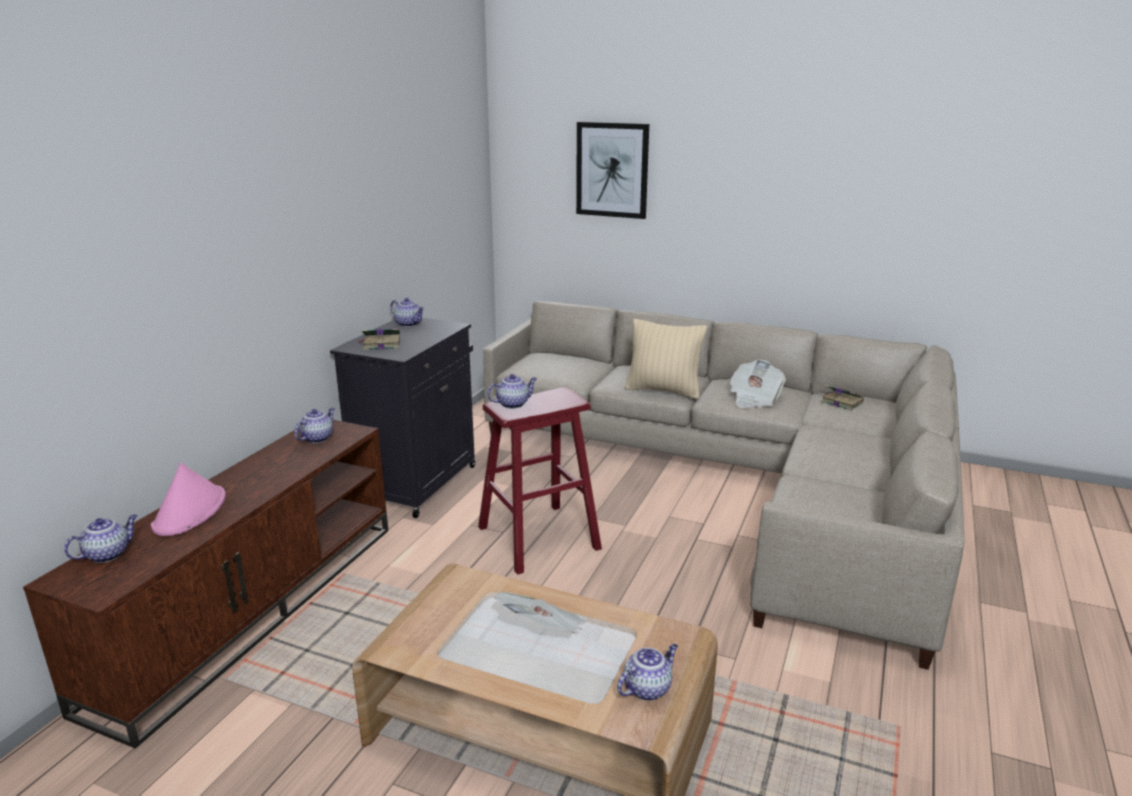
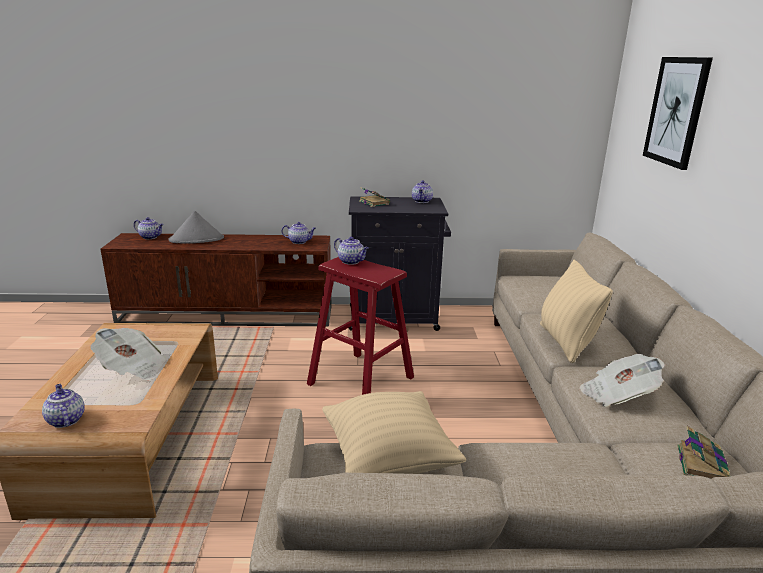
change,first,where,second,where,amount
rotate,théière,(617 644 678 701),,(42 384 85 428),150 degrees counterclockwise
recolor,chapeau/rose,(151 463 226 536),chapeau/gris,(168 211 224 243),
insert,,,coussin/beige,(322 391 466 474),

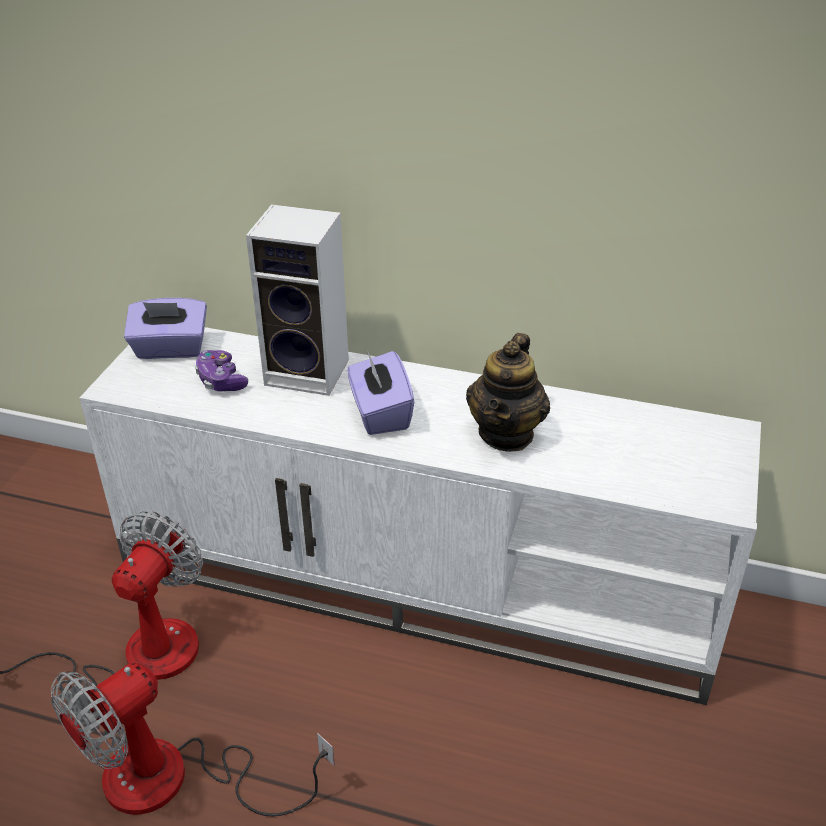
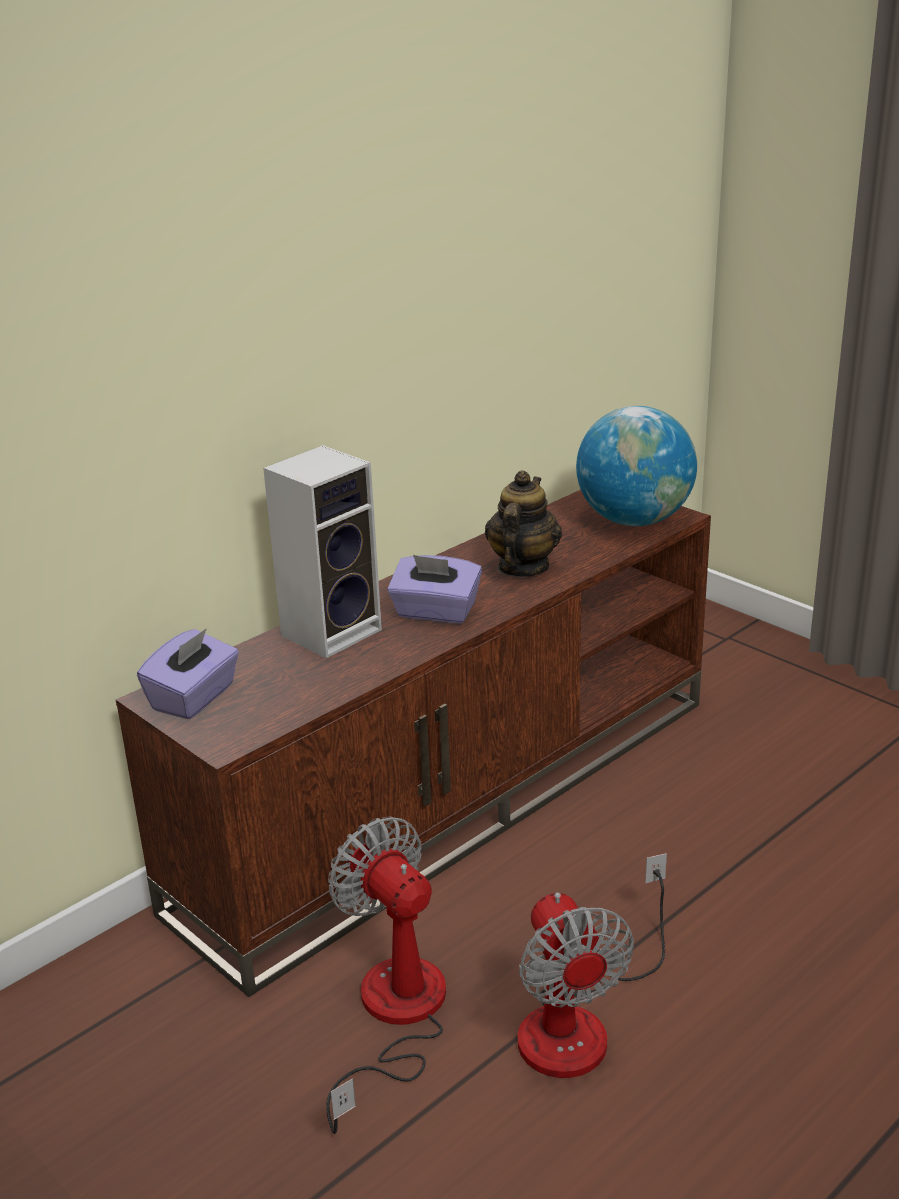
change,first,where,second,where,amount
recolor,meuble télé/blanc,(79 327 761 705),meuble télé/marron,(116 490 711 997),
rotate,théière,(466 333 550 452),,(485 470 562 577),120 degrees counterclockwise
insert,,,globe,(576 406 697 526),
delete,manette,(195 350 248 392),,,

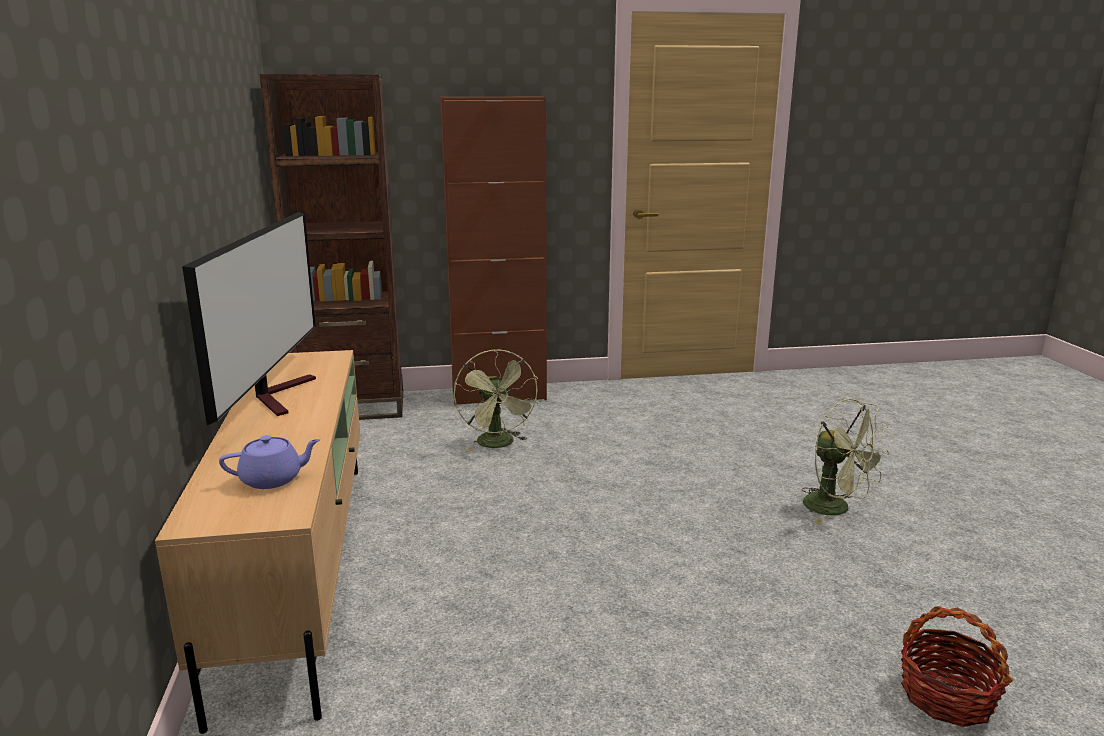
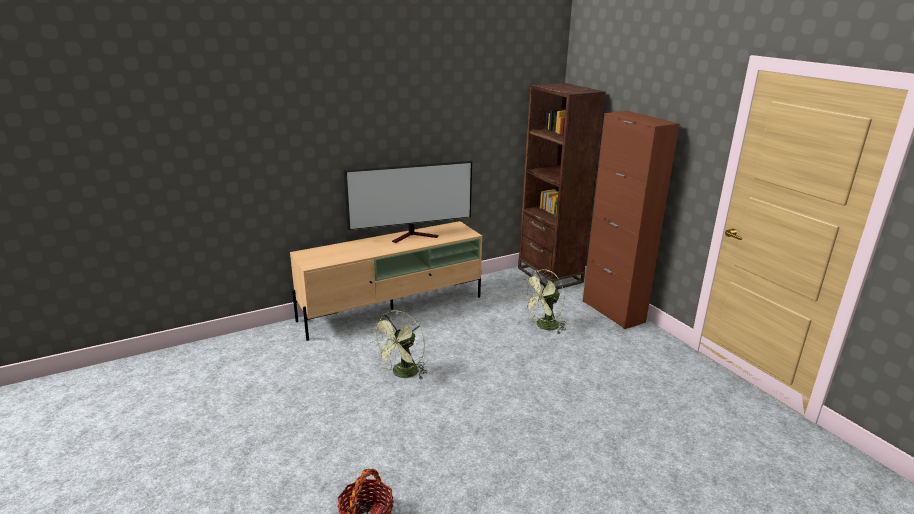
change,first,where,second,where,amount
move,ventilateur/vert,(802 398 889 524),,(370 310 426 380),
delete,théière/violet,(219 435 321 489),,,

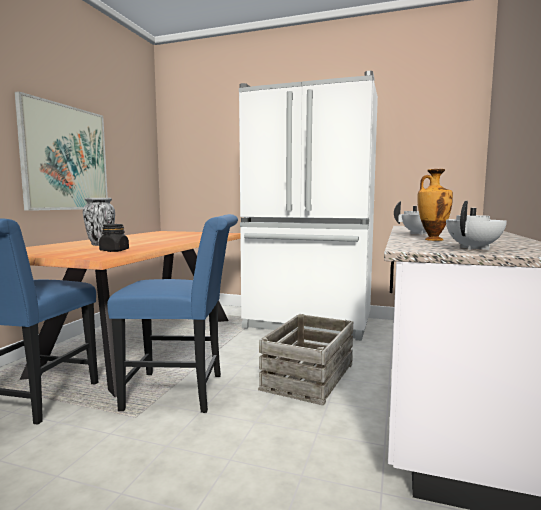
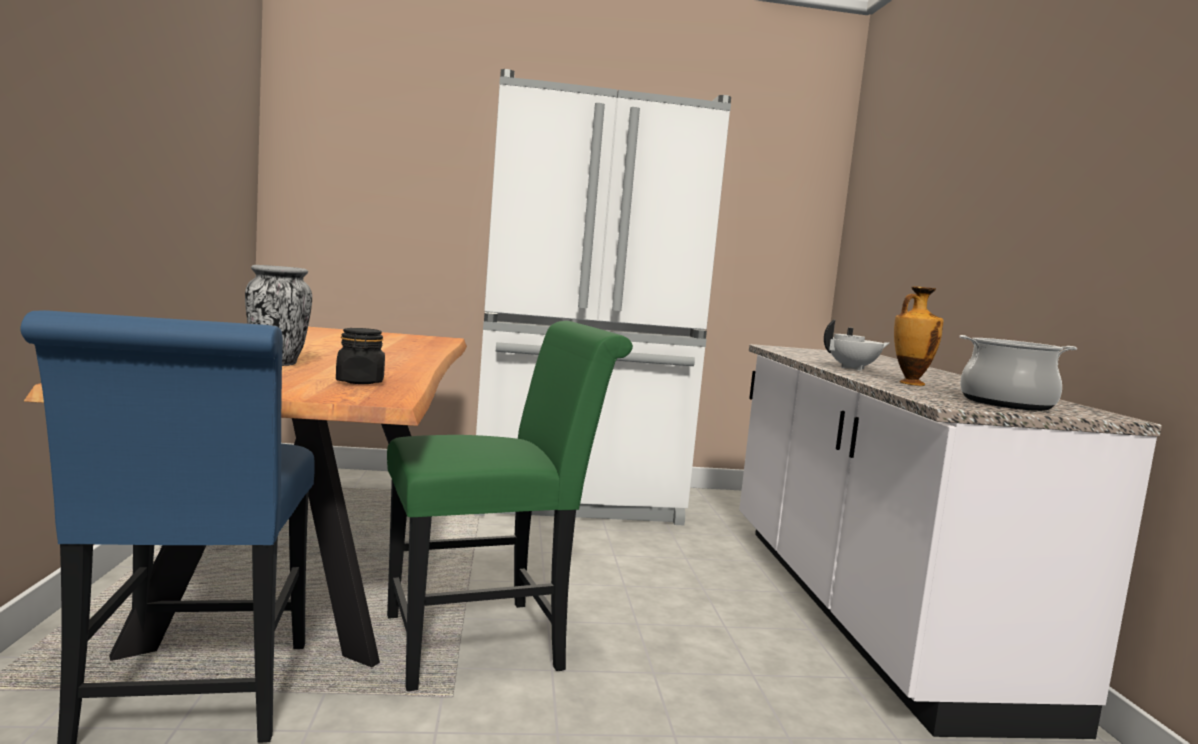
change,first,where,second,where,amount
recolor,chaise/bleu,(107 214 238 413),chaise/vert,(387 321 633 691),
replace,théière/blanc,(446 201 507 250),marmite,(959 335 1077 411),
delete,tableau,(14 91 108 211),,,
delete,caisse,(258 314 353 406),,,

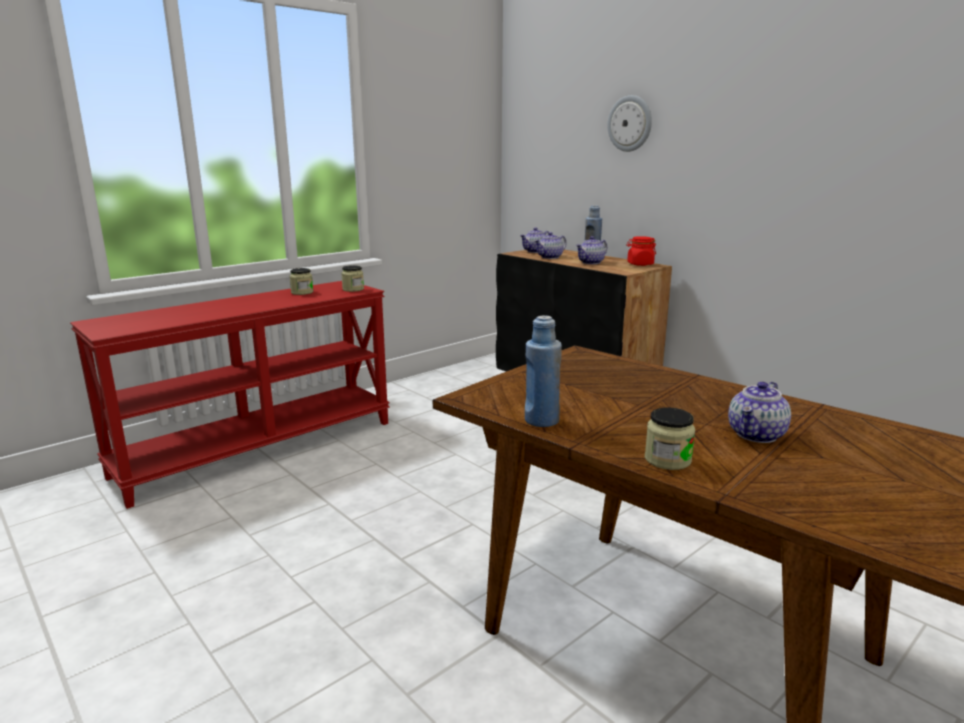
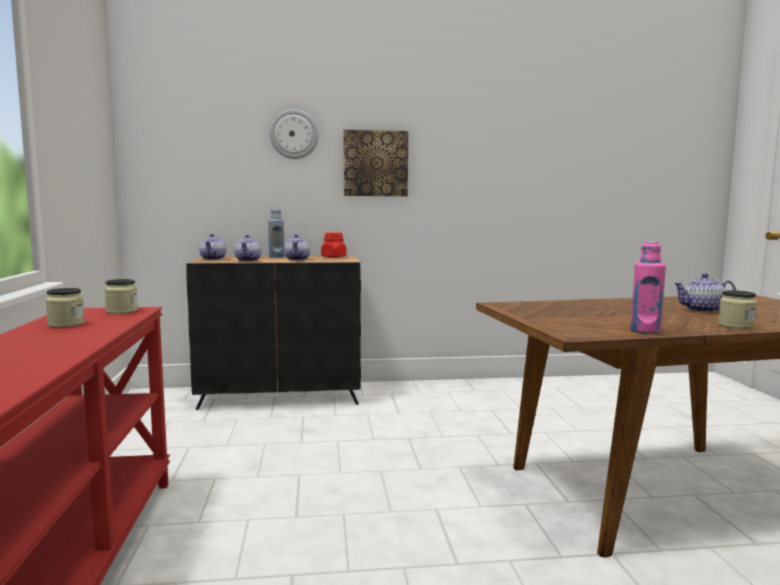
change,first,where,second,where,amount
insert,,,tableau,(344 130 408 196),
recolor,bouteille/bleu,(525 316 562 427),bouteille/rose,(630 242 666 334),
rotate,théière,(728 382 791 443),,(673 273 736 313),105 degrees clockwise

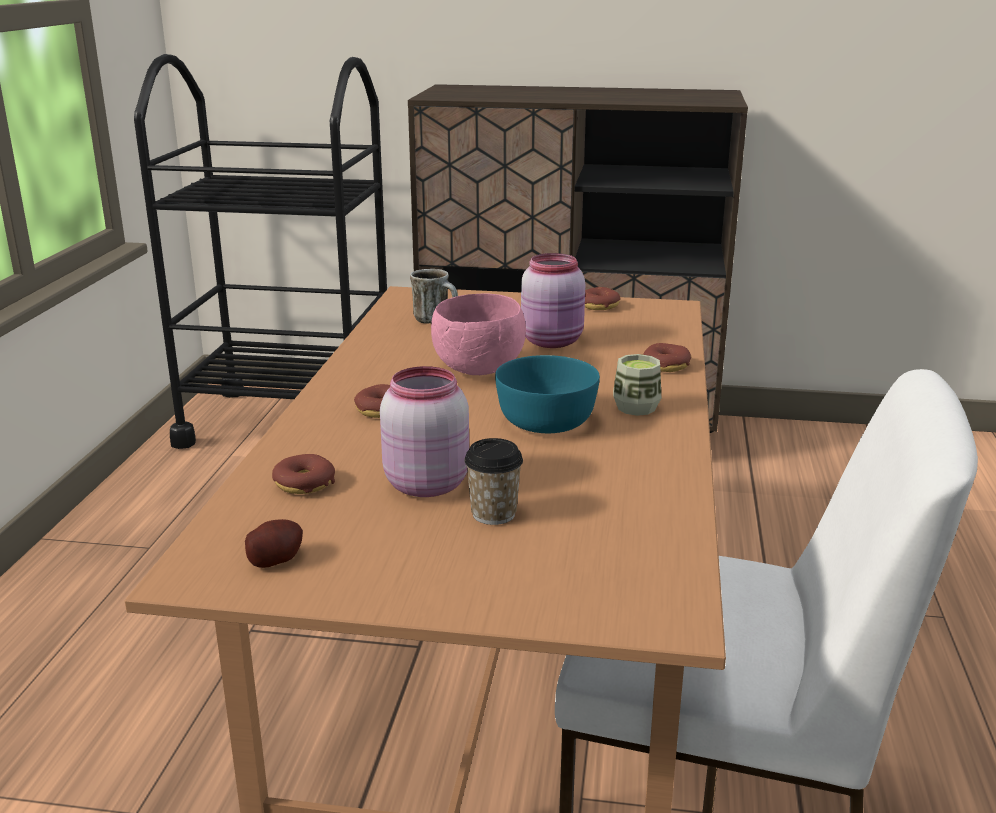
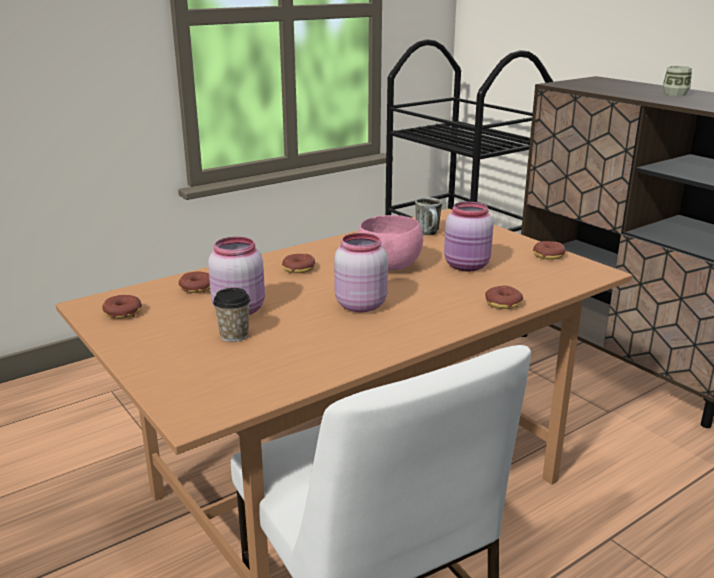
change,first,where,second,where,amount
replace,pomme de terre,(245 519 303 568),beignet,(102 295 142 319),
replace,bol/turquoise,(495 355 600 433),bocal/rose,(334 233 388 312),
move,tasse,(613 354 661 416),,(663 66 692 96),

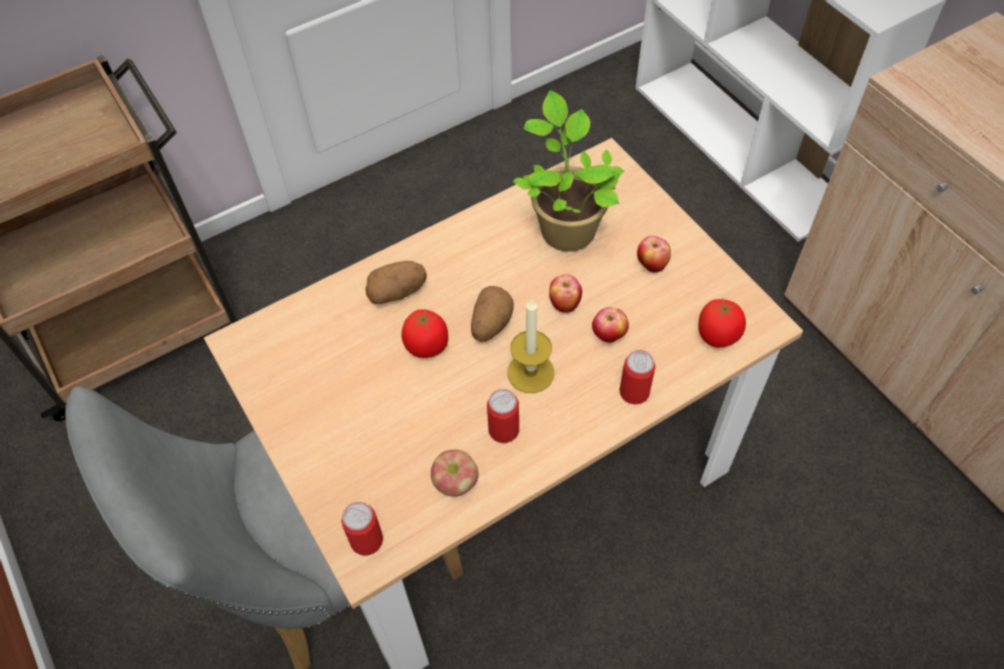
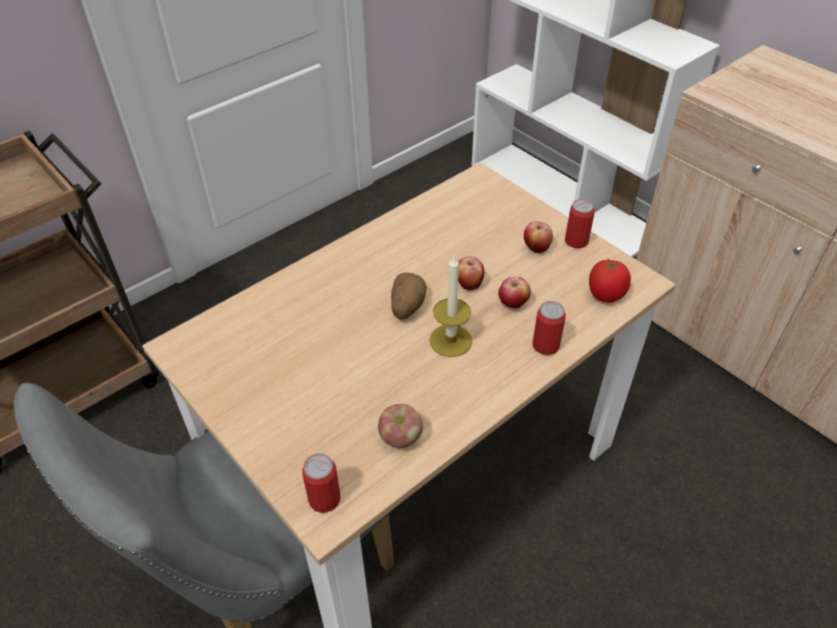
change,first,where,second,where,amount
move,boîte métallique,(487 389 519 443),,(565 199 595 248),
delete,pomme de terre,(365 261 427 304),,,
delete,tomate,(401 309 448 358),,,
delete,plante en pot,(513 90 624 251),,,

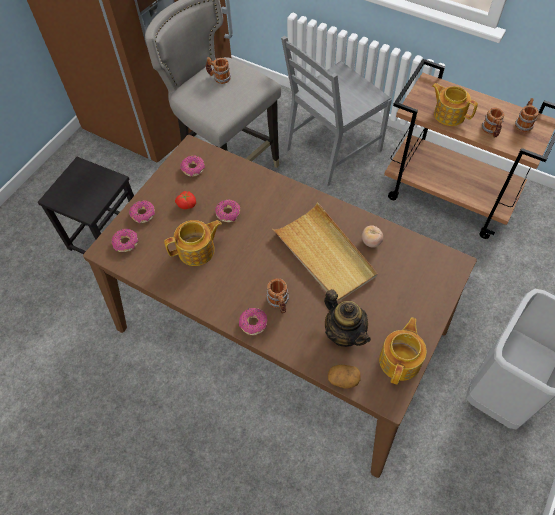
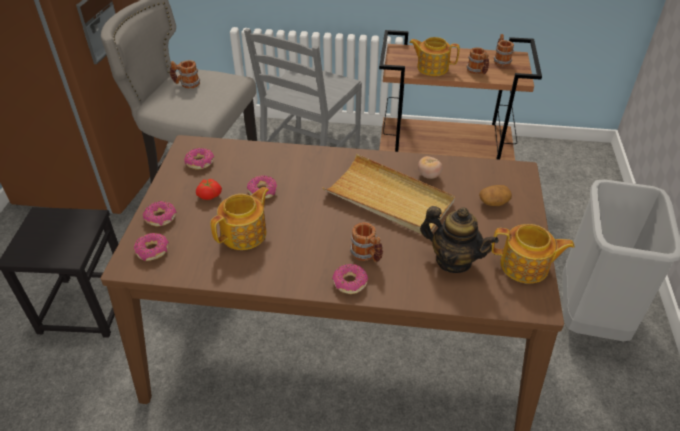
change,first,where,second,where,amount
move,pomme de terre,(328 365 361 389),,(479 185 512 206),
rotate,théière,(379 317 426 385),,(492 224 575 284),105 degrees clockwise

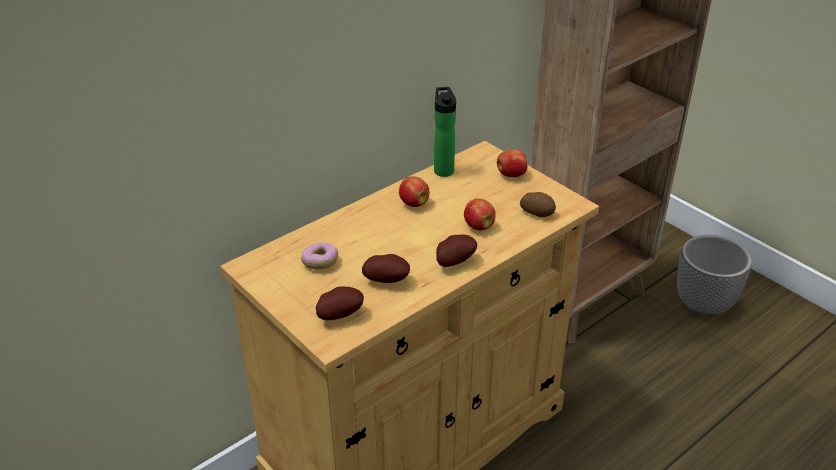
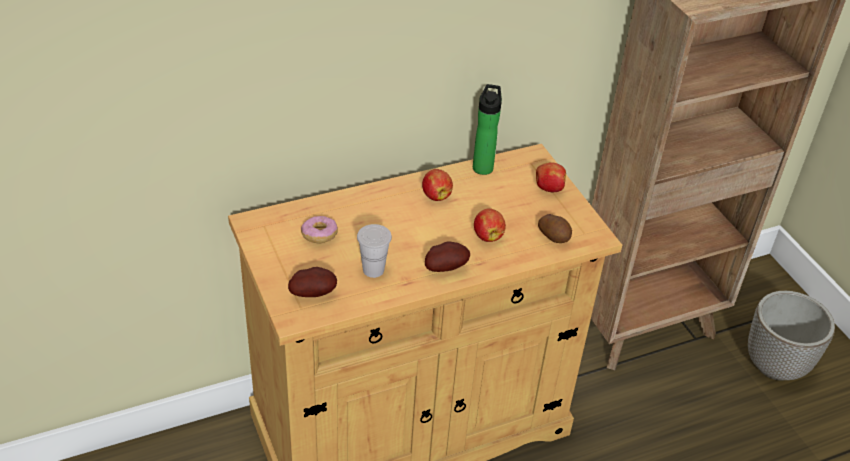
change,first,where,second,where,amount
replace,pomme de terre,(362 254 410 283),tasse/blanc,(357 224 392 278),

